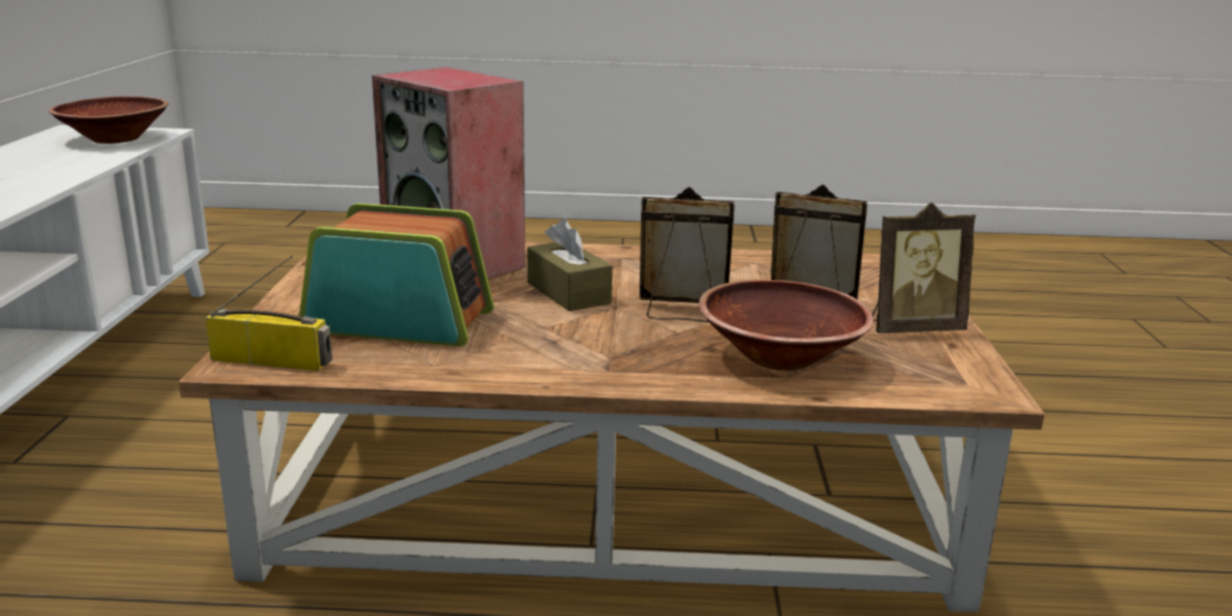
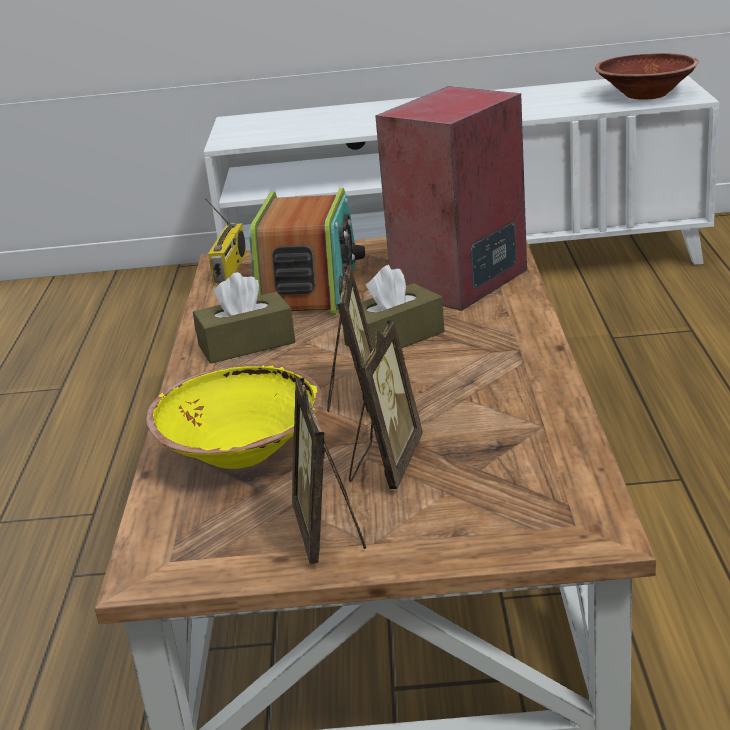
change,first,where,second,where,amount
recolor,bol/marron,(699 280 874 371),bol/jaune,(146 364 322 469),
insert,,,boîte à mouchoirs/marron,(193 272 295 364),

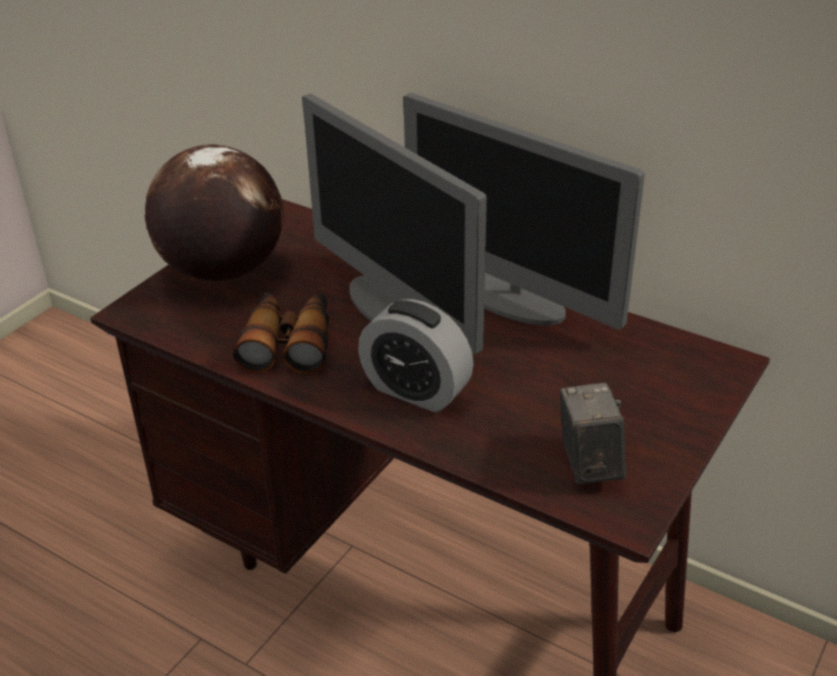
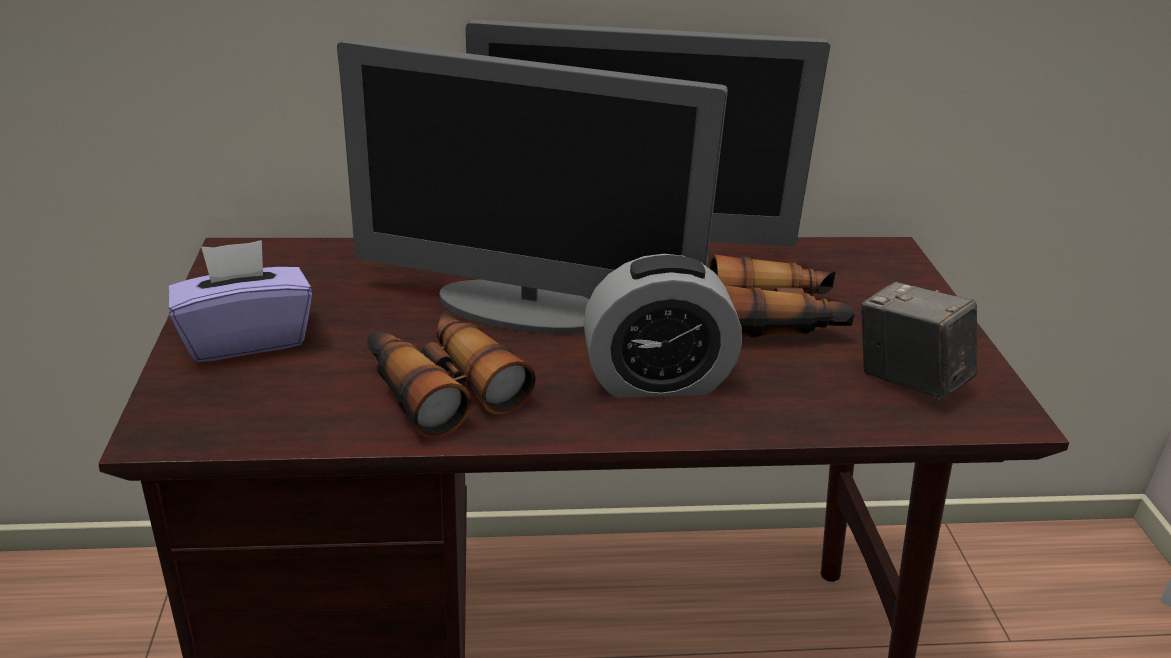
change,first,where,second,where,amount
replace,globe,(145 144 284 282),boîte à mouchoirs/violet,(168 240 312 362),
insert,,,jumelles,(710 254 855 338),

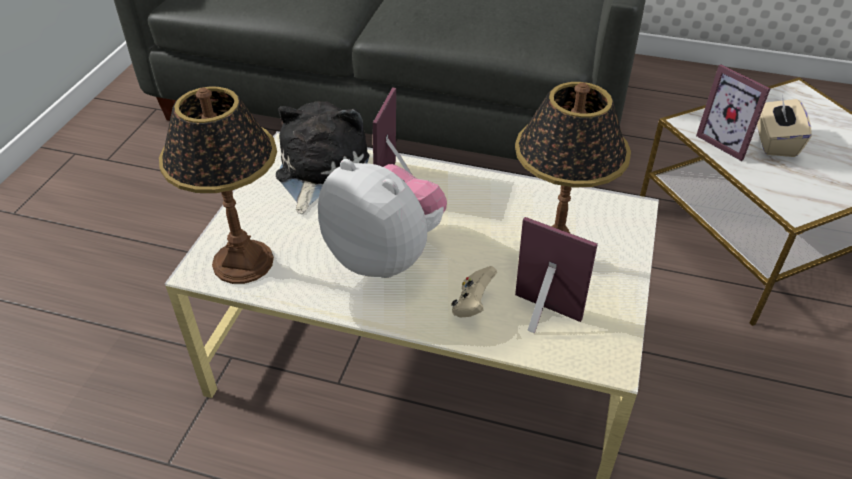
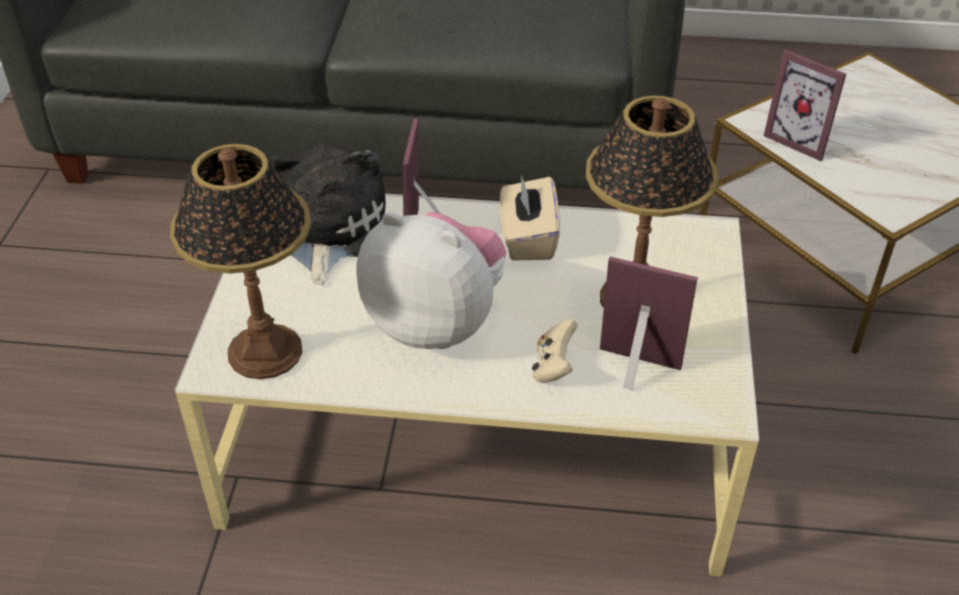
change,first,where,second,where,amount
move,boîte à mouchoirs/beige,(757 95 812 157),,(500 175 560 261),

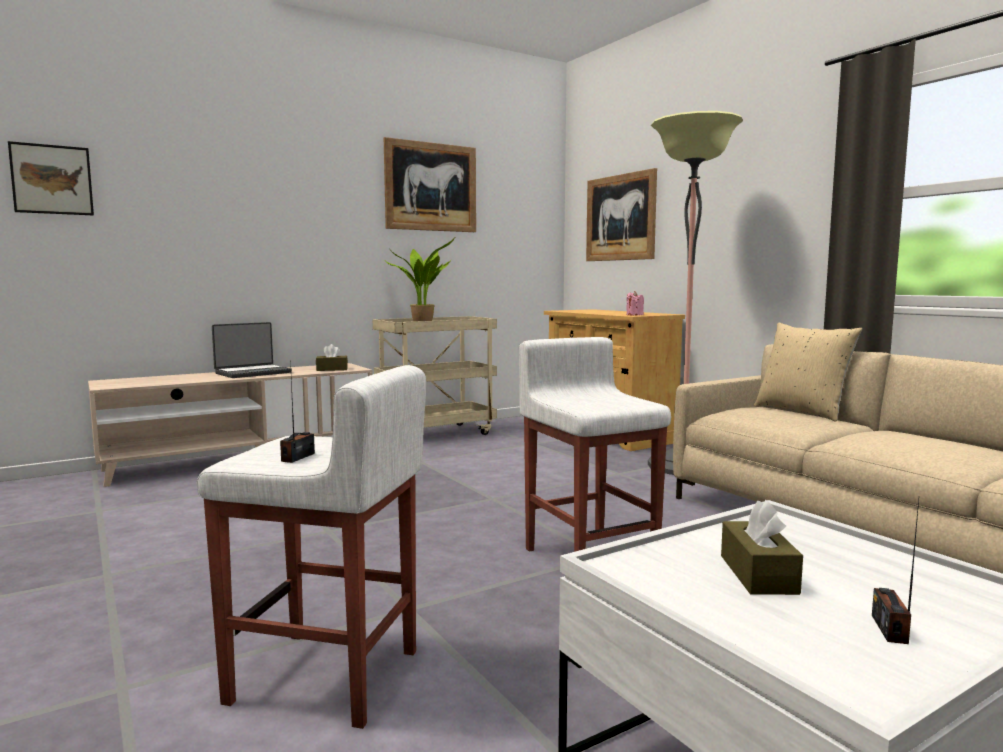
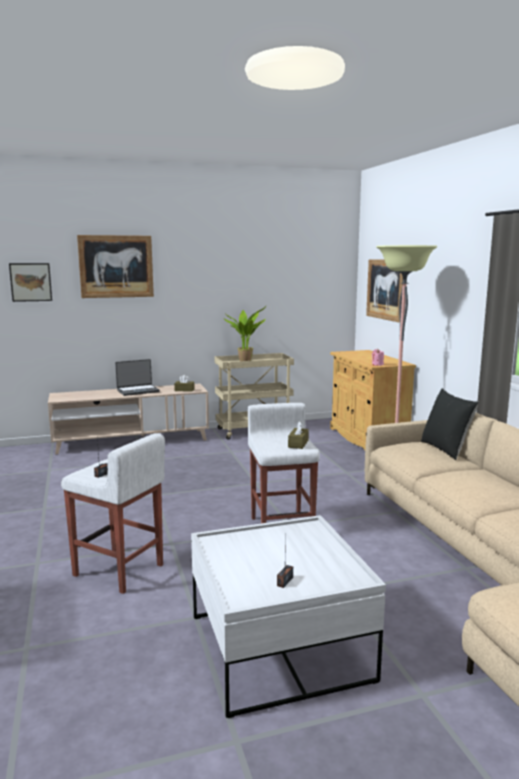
change,first,where,second,where,amount
move,tableau,(384 137 476 232),,(77 235 154 298),
move,boîte à mouchoirs/marron,(721 500 803 595),,(288 421 309 449),
recolor,coussin/beige,(754 323 862 422),coussin/noir,(421 389 479 460),

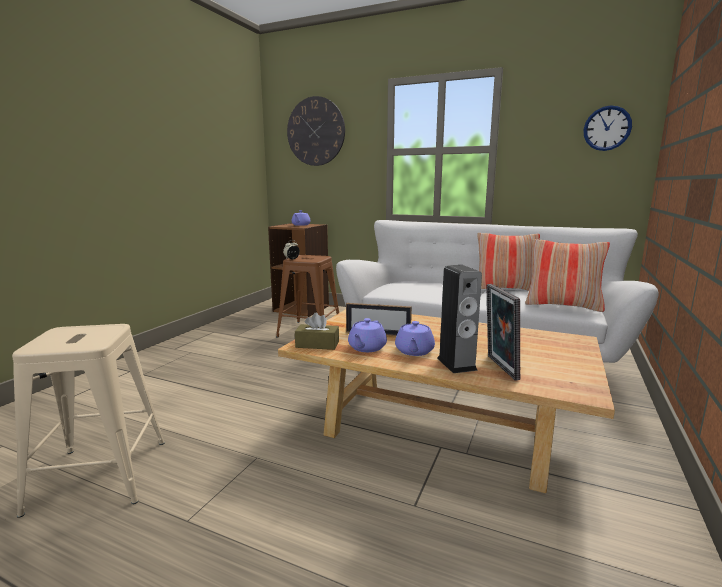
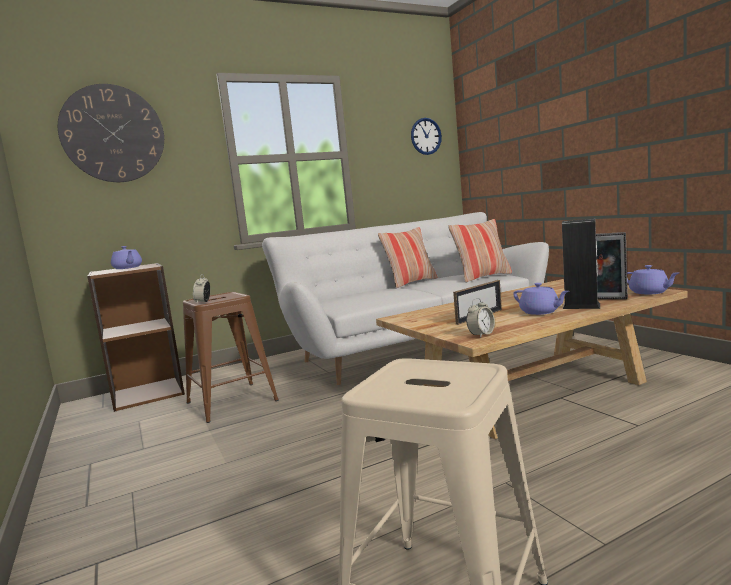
change,first,where,second,where,amount
replace,boîte à mouchoirs/marron,(295 312 339 350),réveil,(466 298 495 338),
move,théière/violet,(348 318 387 352),,(627 265 679 294),

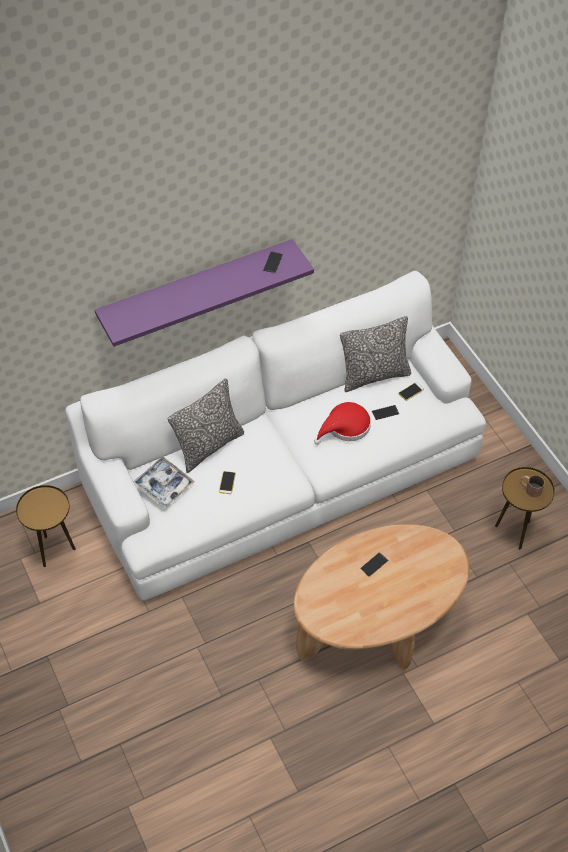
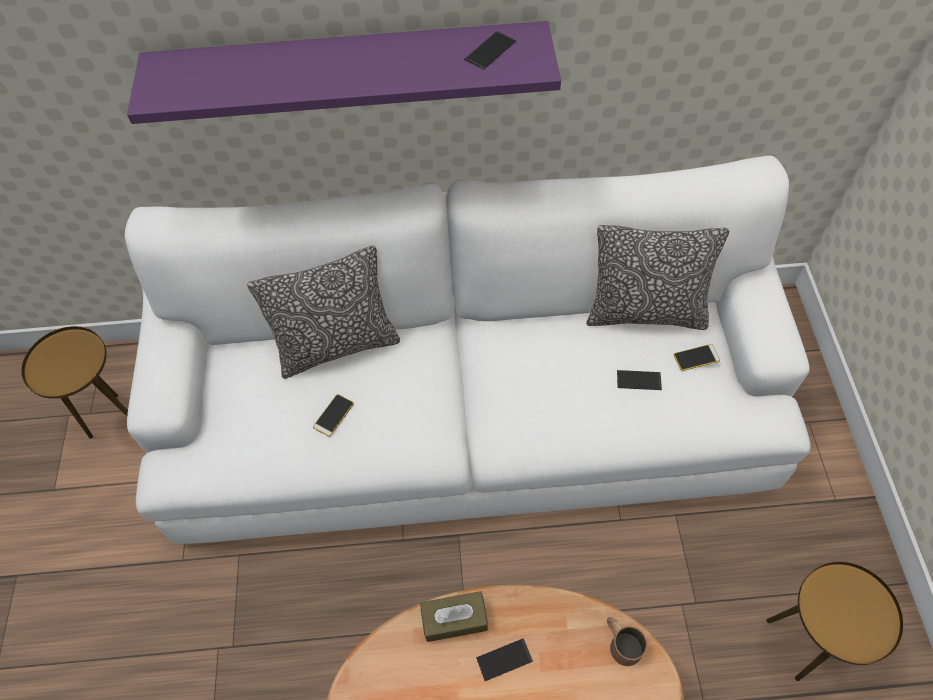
change,first,where,second,where,amount
insert,,,boîte à mouchoirs/marron,(420 591 488 642),
move,mug/marron,(520 475 545 497),,(607 617 647 666),
delete,plateau,(133 457 195 508),,,
delete,chapeau/rouge,(314 402 371 445),,,

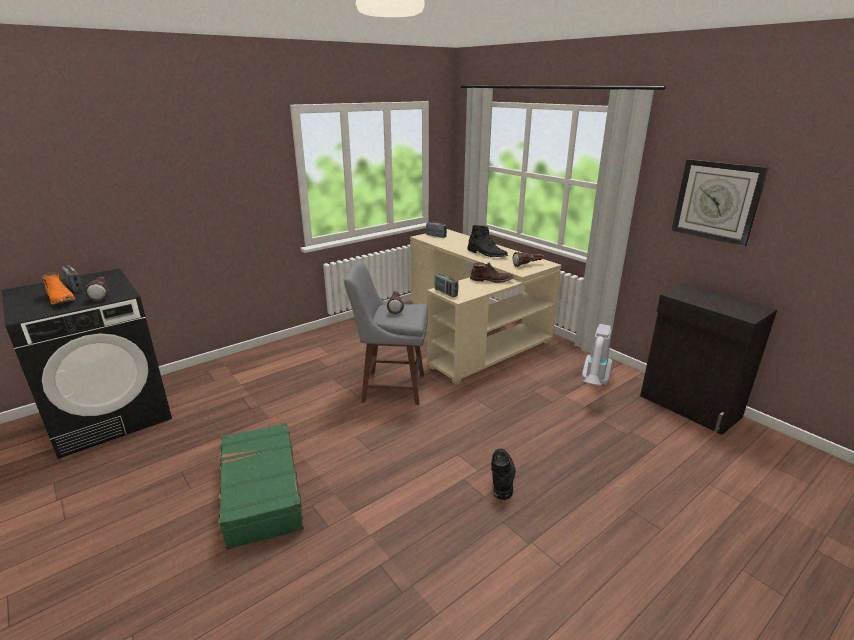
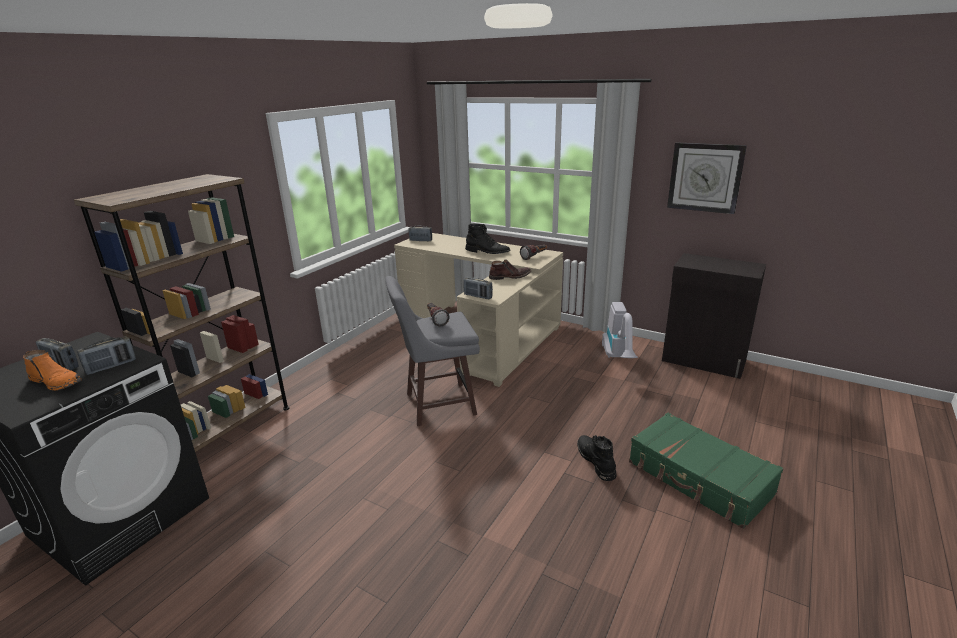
change,first,where,second,where,amount
insert,,,bibliothèque/marron,(74 174 289 452),
replace,lampe de poche,(84 276 109 302),radio,(77 336 136 375),
move,valise/vert,(217 423 304 550),,(629 413 783 529),

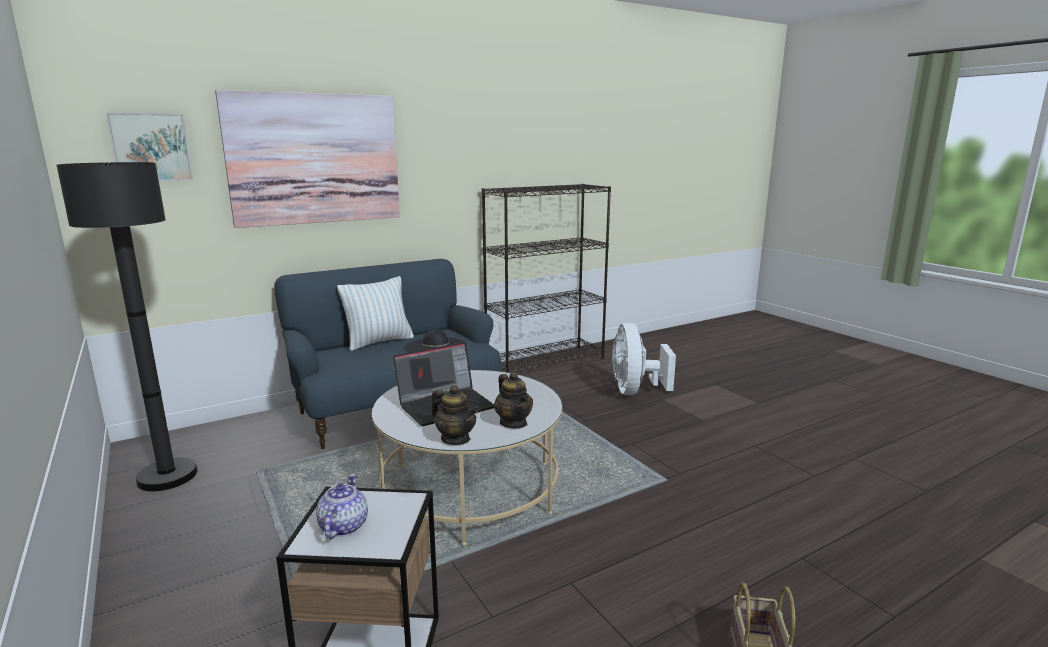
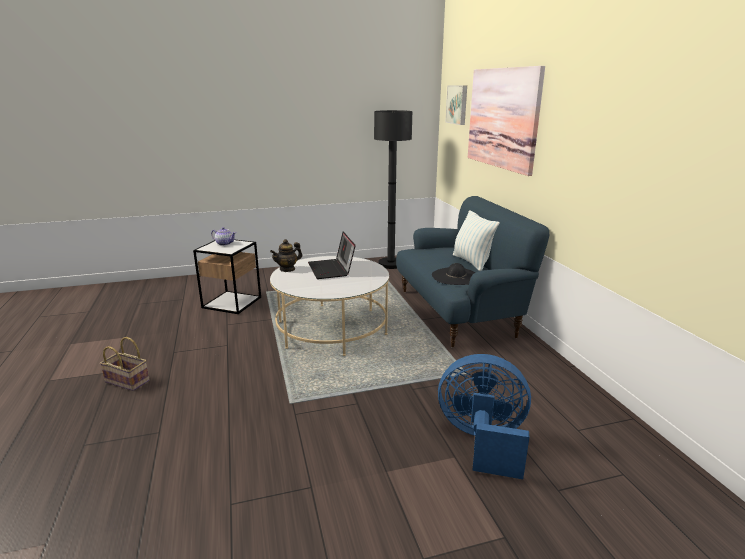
change,first,where,second,where,amount
recolor,ventilateur/blanc,(612 323 676 395),ventilateur/bleu,(438 354 531 479),
delete,bibliothèque/noir,(482 184 611 373),,,
delete,théière,(494 372 533 429),,,

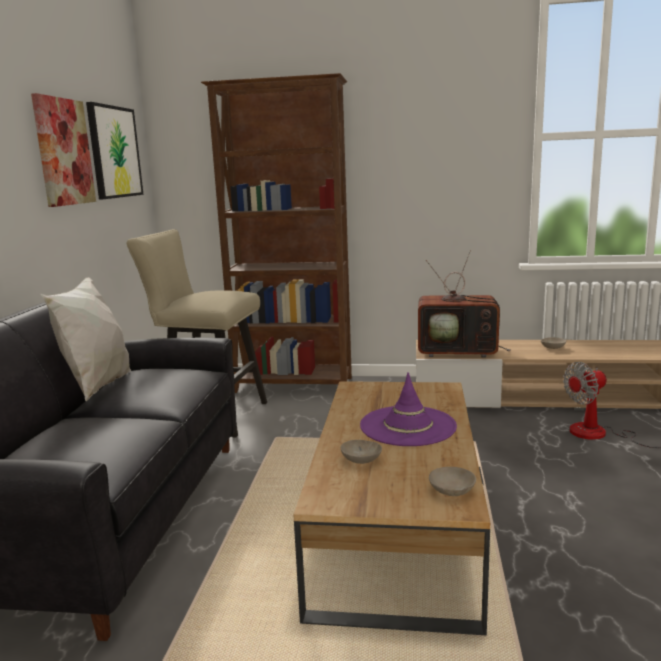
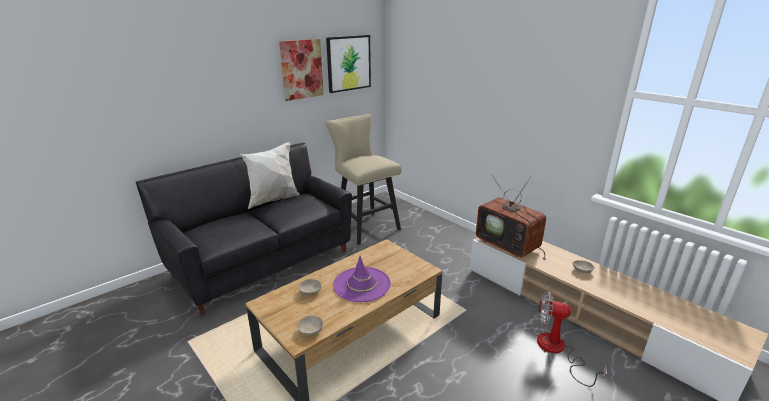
change,first,where,second,where,amount
delete,bibliothèque/marron,(201 73 352 393),,,

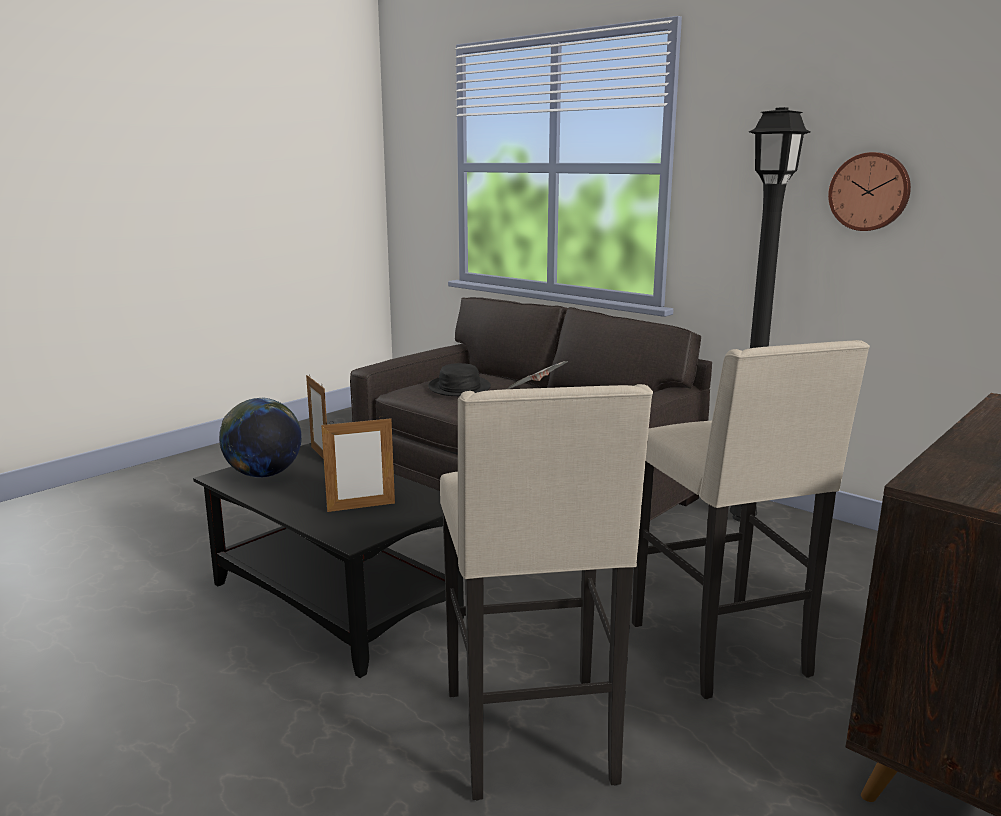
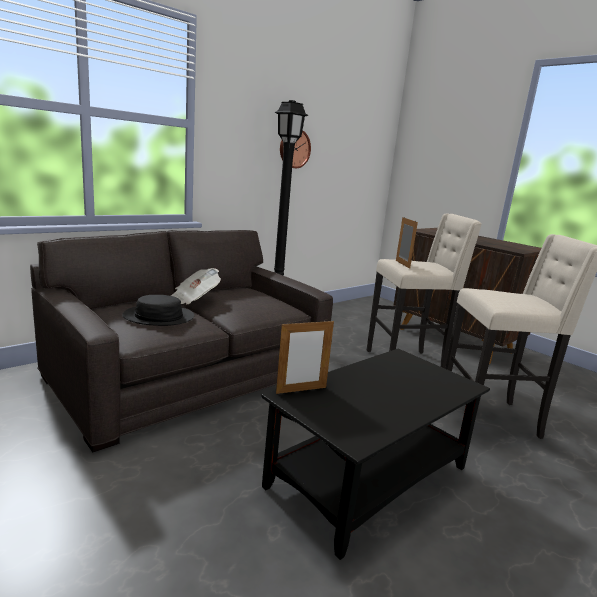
change,first,where,second,where,amount
move,cadre photo,(321 416 395 512),,(396 216 418 269),
delete,globe,(219 398 302 478),,,

